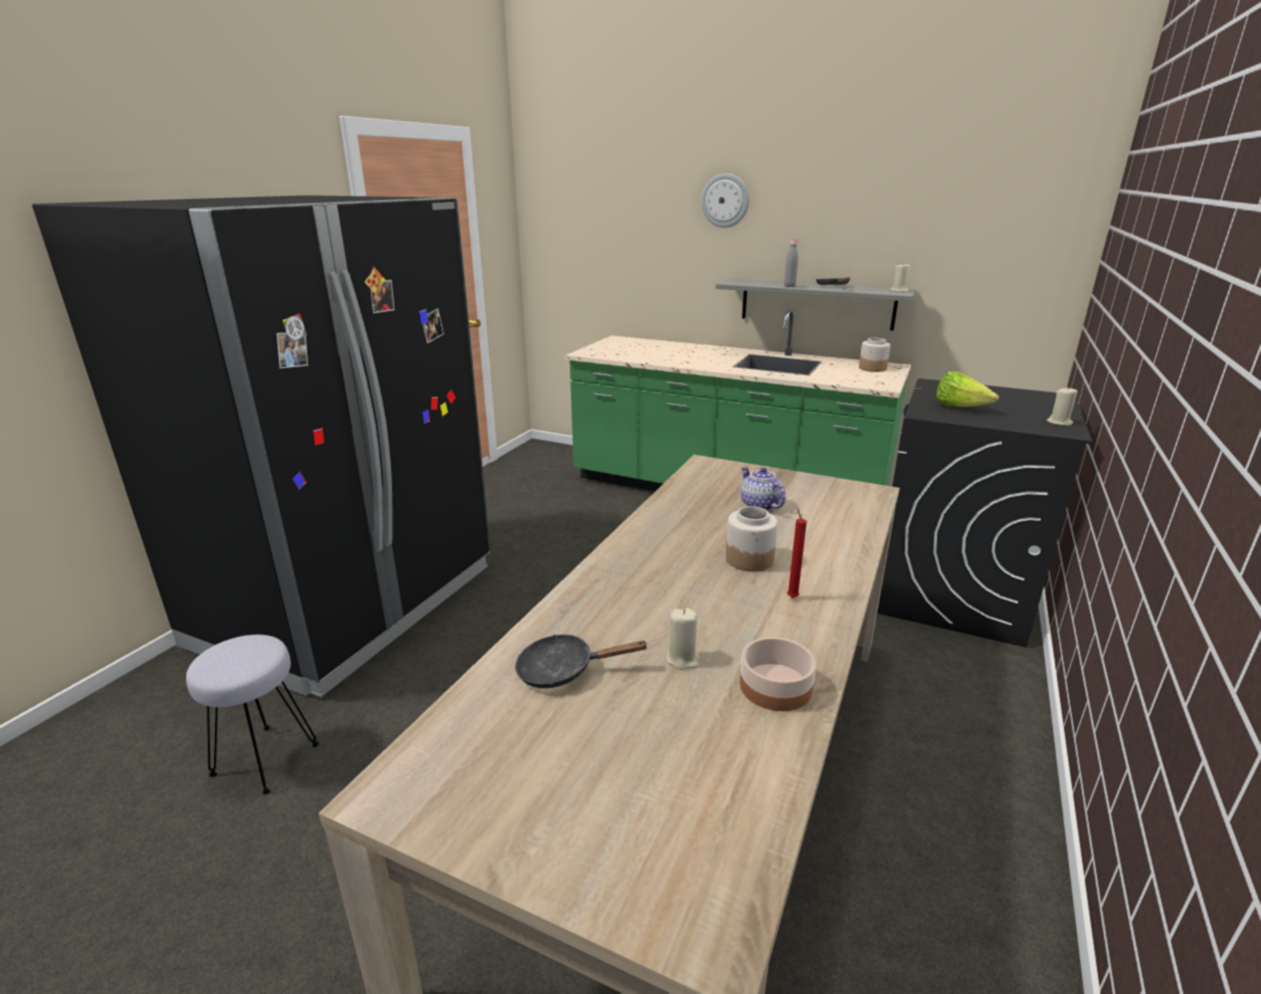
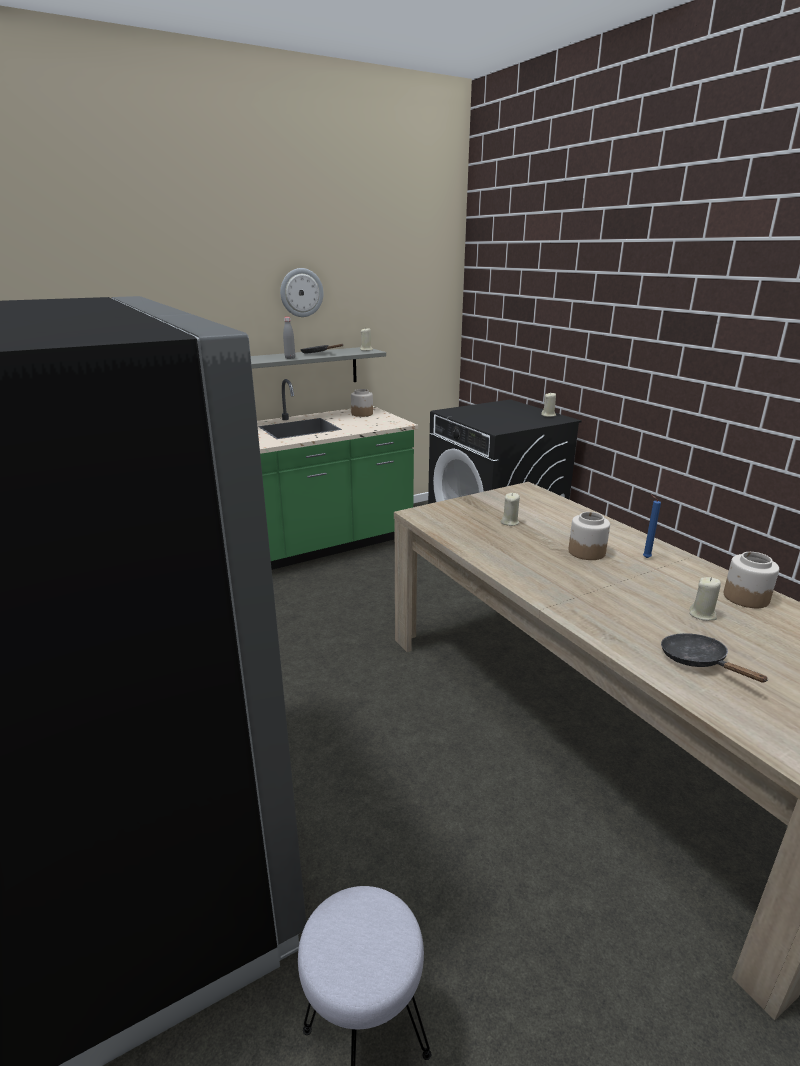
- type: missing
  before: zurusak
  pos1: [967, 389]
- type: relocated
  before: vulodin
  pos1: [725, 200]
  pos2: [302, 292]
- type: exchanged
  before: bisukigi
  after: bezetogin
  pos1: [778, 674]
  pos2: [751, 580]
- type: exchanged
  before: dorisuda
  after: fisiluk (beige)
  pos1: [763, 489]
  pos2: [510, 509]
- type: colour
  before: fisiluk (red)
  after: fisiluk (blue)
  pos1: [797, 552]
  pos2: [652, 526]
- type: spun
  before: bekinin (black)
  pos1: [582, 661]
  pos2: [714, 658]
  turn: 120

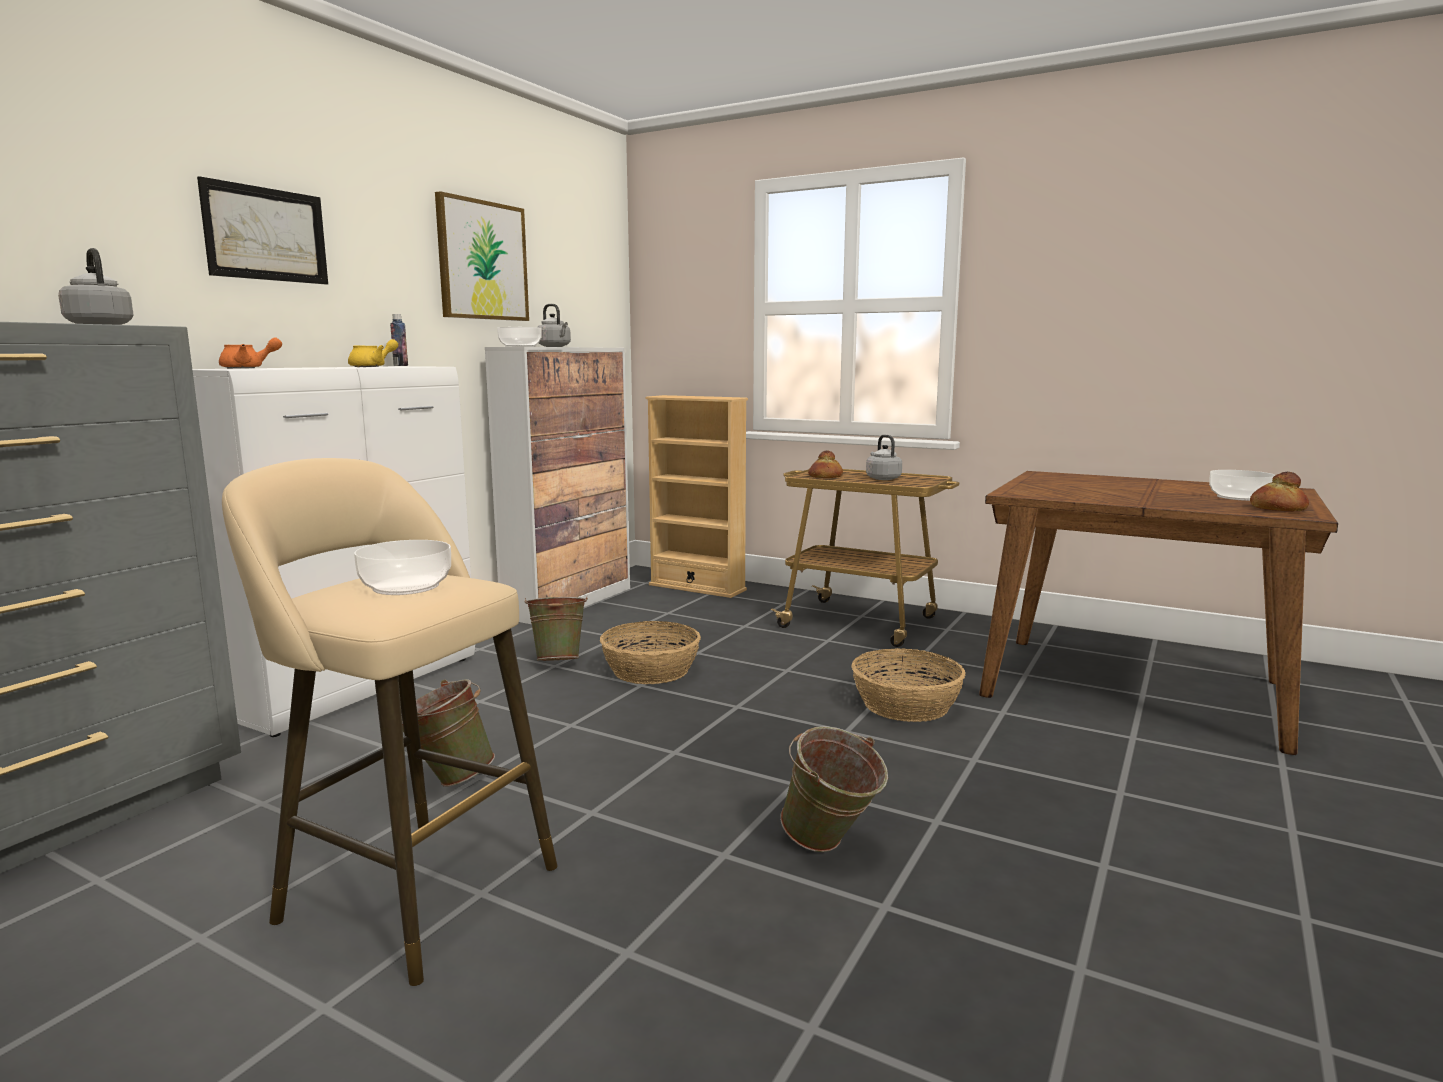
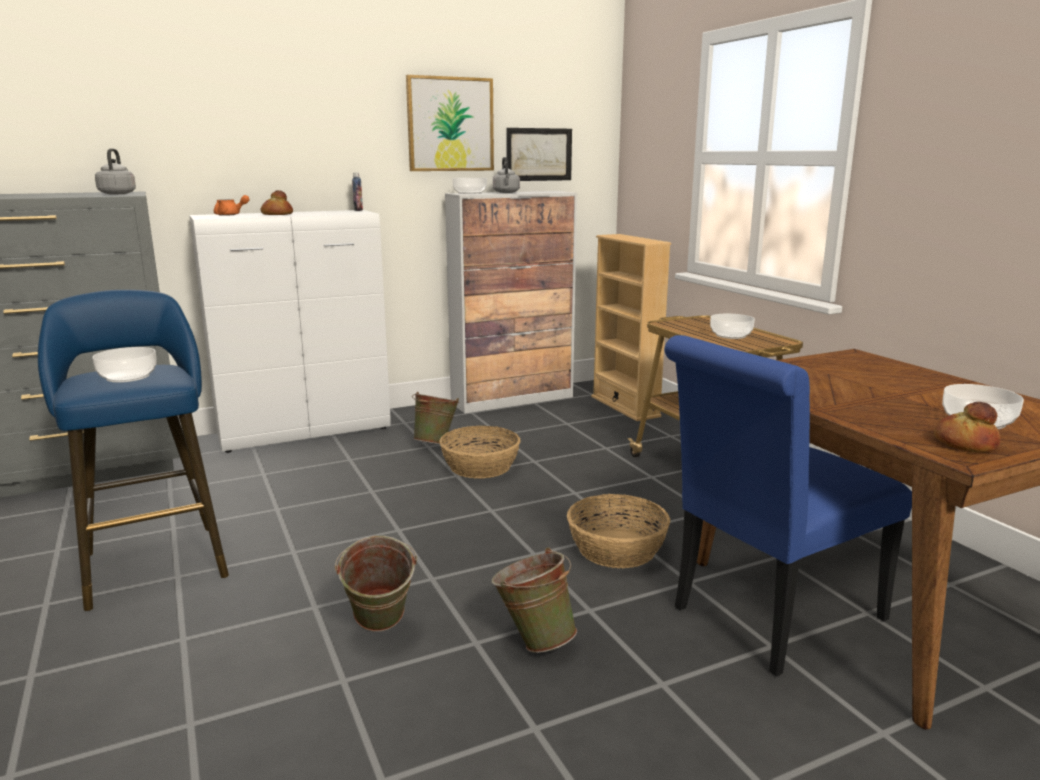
- type: missing
  before: dorisuda (yellow)
  pos1: [373, 353]
- type: appeared
  after: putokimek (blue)
  pos2: [788, 506]
- type: relocated
  before: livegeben
  pos1: [262, 230]
  pos2: [539, 154]
- type: relocated
  before: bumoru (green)
  pos1: [448, 733]
  pos2: [534, 600]
- type: relocated
  before: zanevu
  pos1: [825, 464]
  pos2: [277, 202]
- type: exchanged
  before: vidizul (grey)
  after: bisukigi
  pos1: [884, 457]
  pos2: [732, 326]
- type: colour
  before: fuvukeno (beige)
  after: fuvukeno (blue)
  pos1: [389, 722]
  pos2: [133, 450]

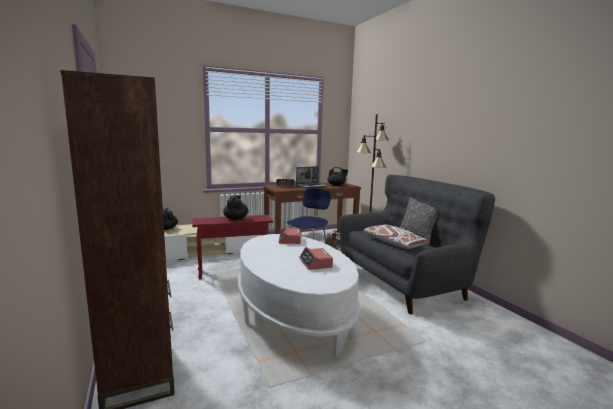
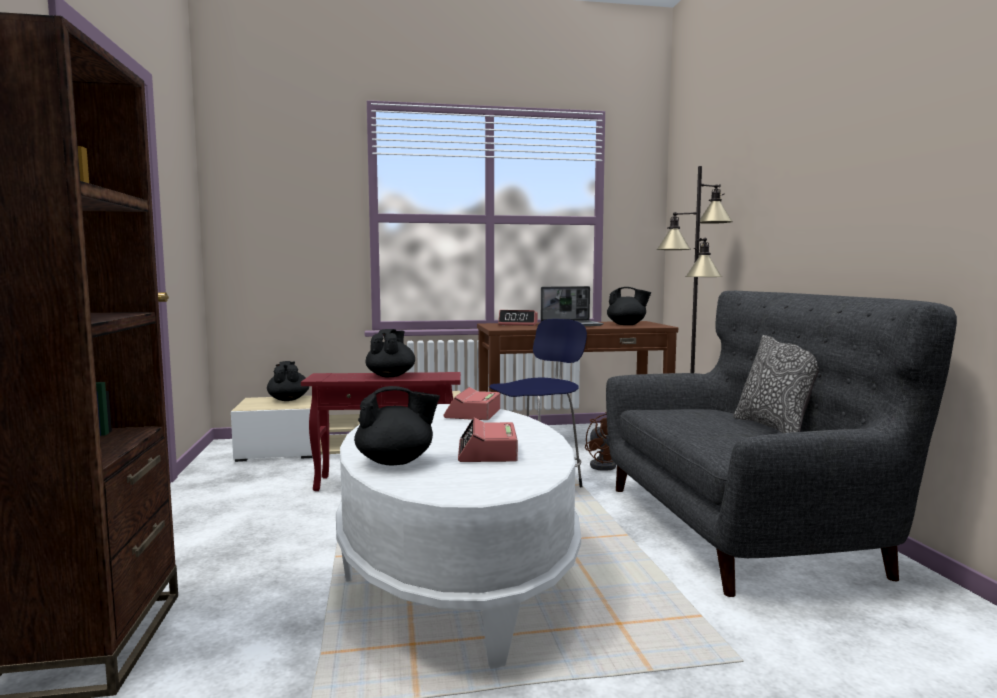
- type: missing
  before: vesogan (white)
  pos1: [396, 237]
- type: appeared
  after: dorisuda (black)
  pos2: [397, 426]

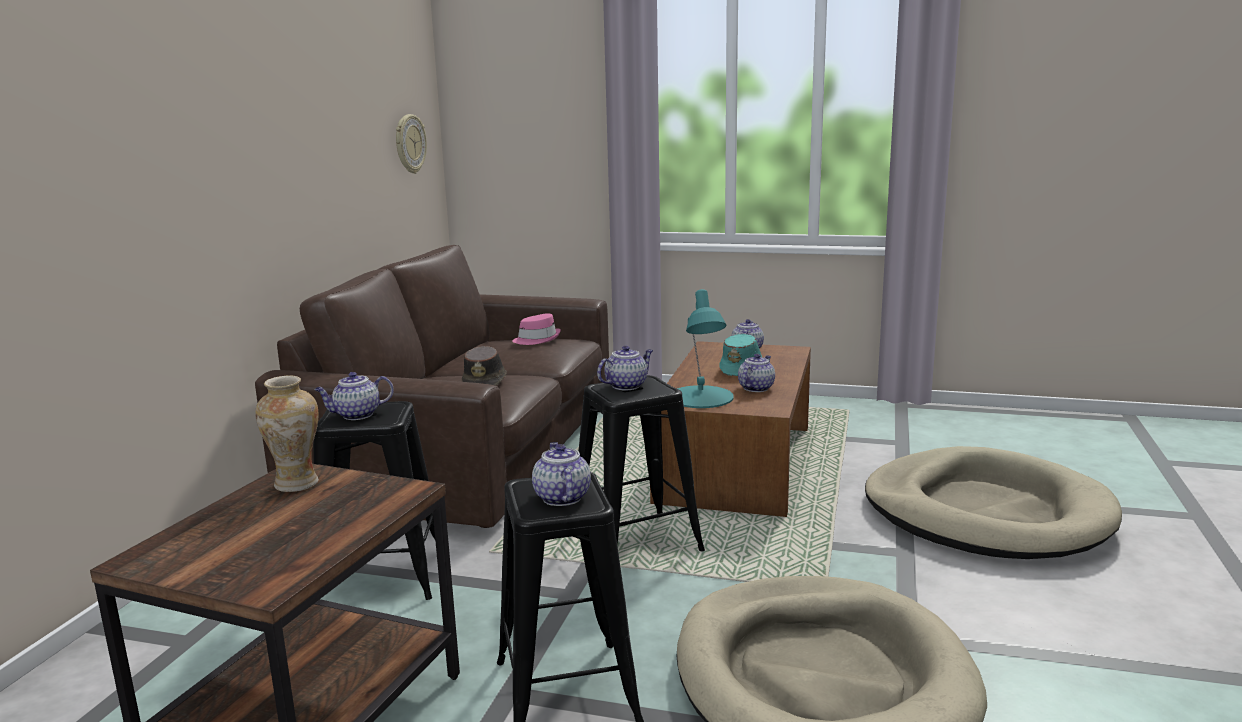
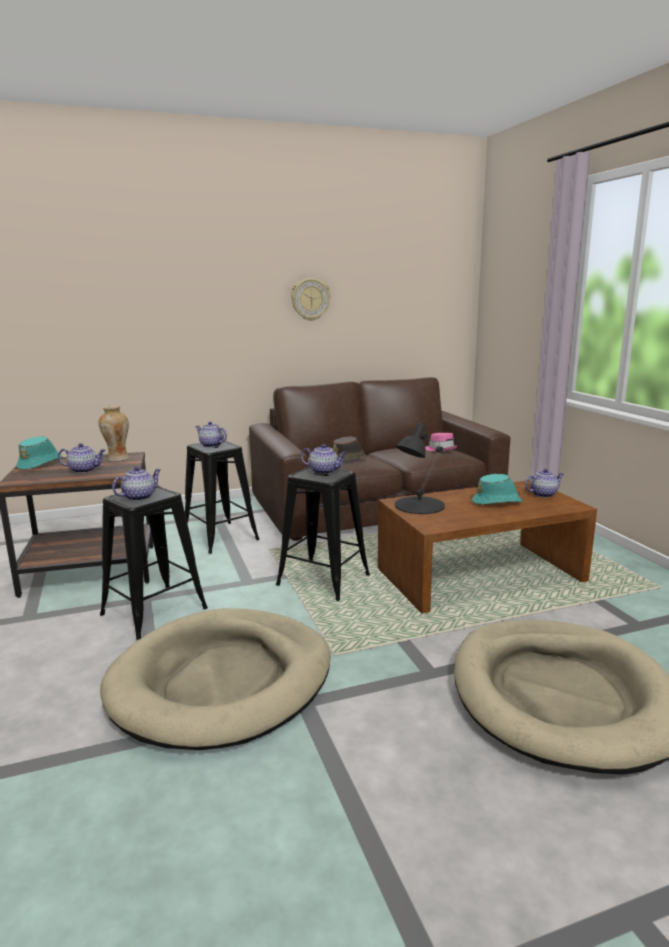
- type: appeared
  after: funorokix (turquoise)
  pos2: [40, 453]
- type: relocated
  before: vulodin
  pos1: [411, 144]
  pos2: [310, 299]
- type: relocated
  before: dorisuda
  pos1: [756, 373]
  pos2: [81, 458]
- type: colour
  before: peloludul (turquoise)
  after: peloludul (black)
  pos1: [705, 348]
  pos2: [420, 468]

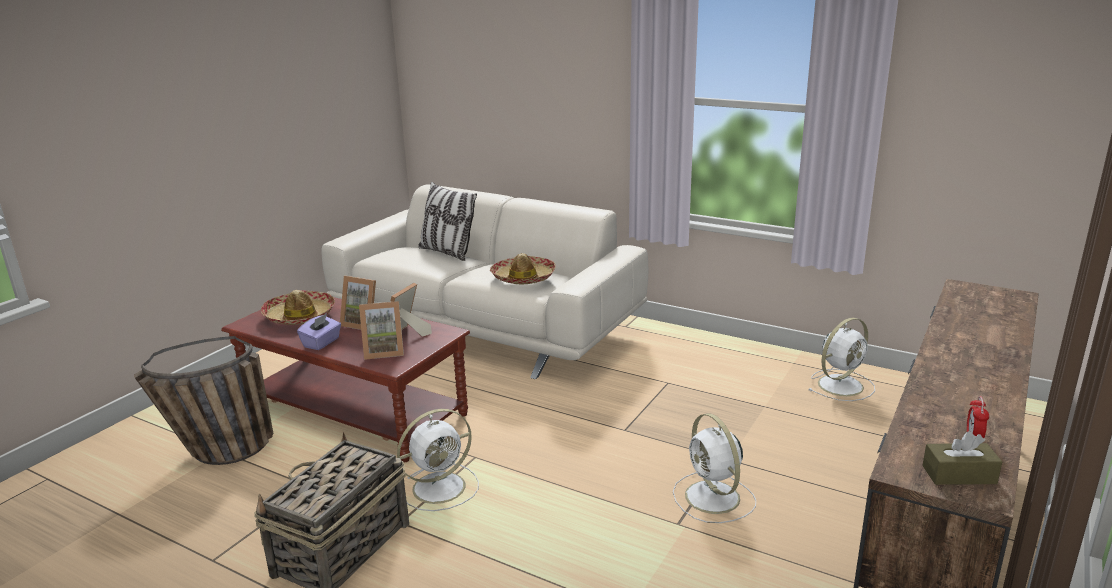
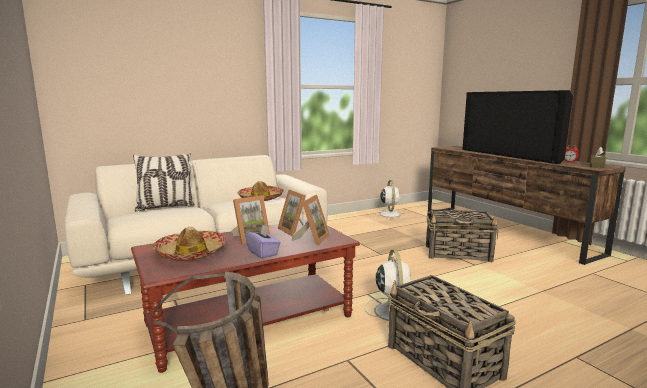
- type: appeared
  after: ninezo
  pos2: [517, 127]
- type: exchanged
  before: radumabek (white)
  after: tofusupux
  pos1: [714, 468]
  pos2: [462, 235]

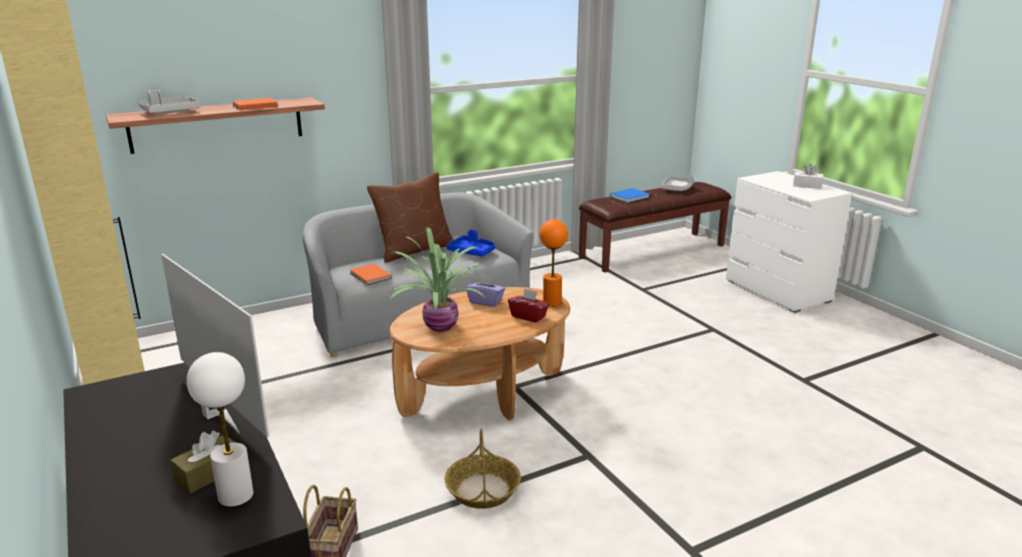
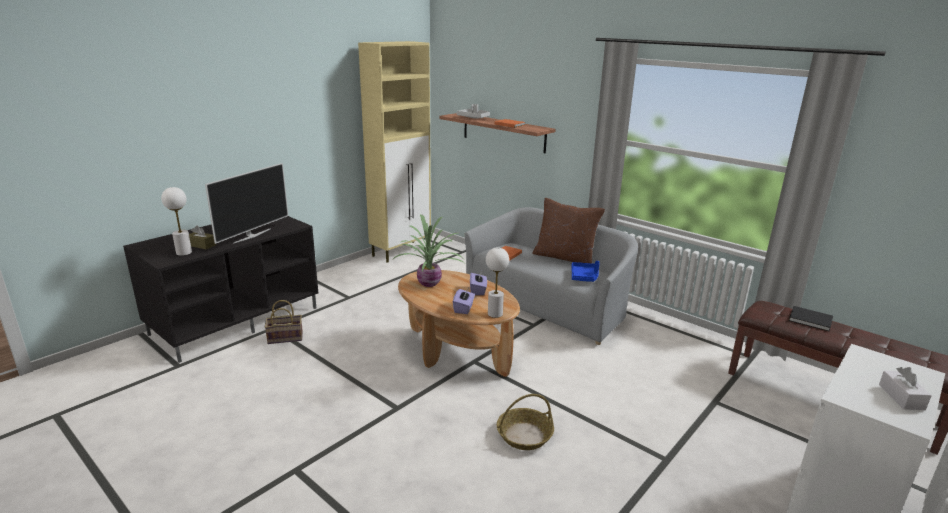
- type: missing
  before: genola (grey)
  pos1: [678, 182]
- type: relocated
  before: tofusupux
  pos1: [483, 469]
  pos2: [525, 422]
- type: colour
  before: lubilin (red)
  after: lubilin (purple)
  pos1: [528, 305]
  pos2: [464, 301]
- type: colour
  before: peloludul (orange)
  after: peloludul (white)
  pos1: [553, 263]
  pos2: [497, 282]
- type: colour
  before: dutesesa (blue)
  after: dutesesa (black)
  pos1: [630, 195]
  pos2: [811, 318]

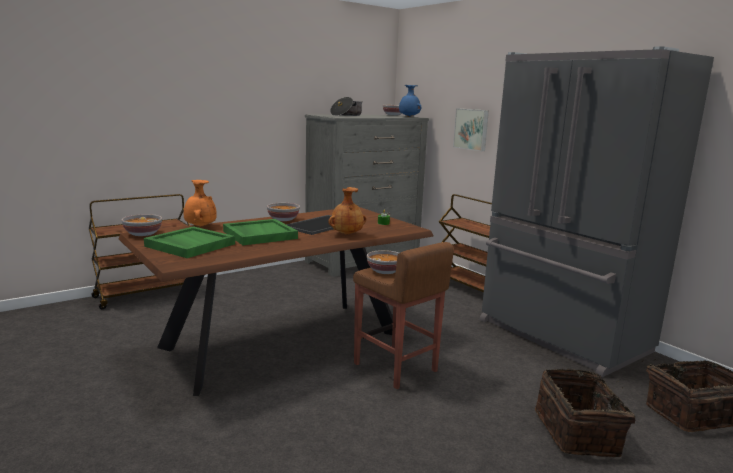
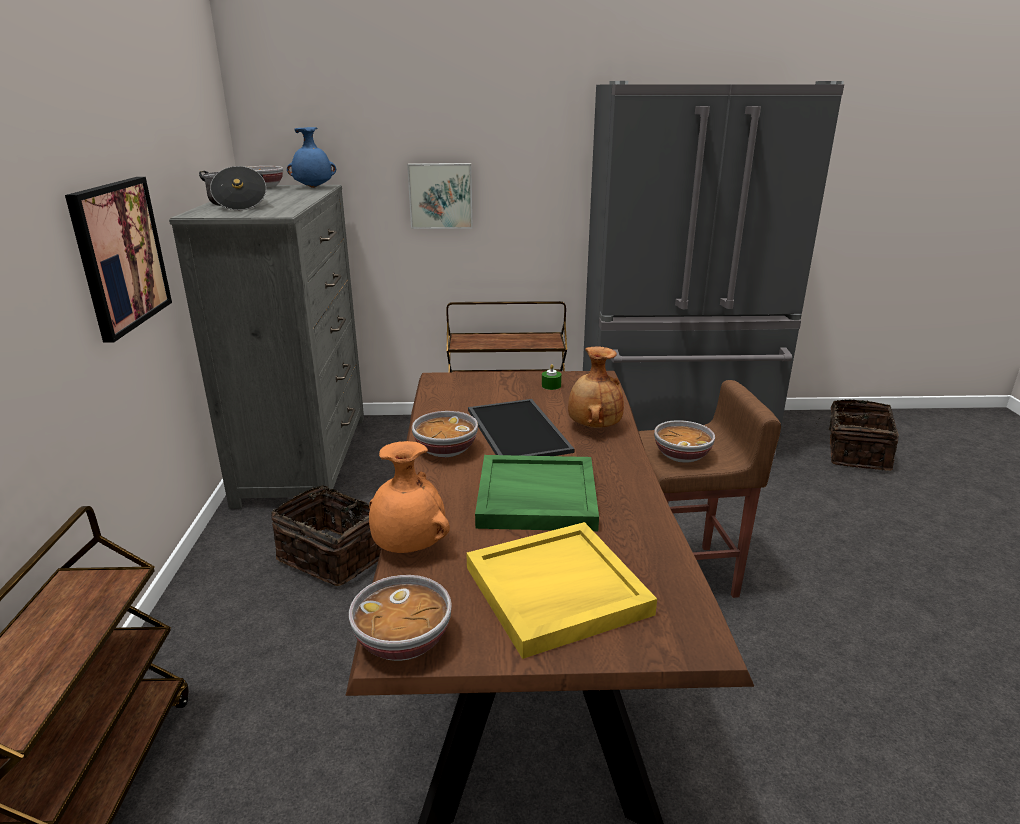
- type: appeared
  after: livegeben
  pos2: [118, 260]
- type: relocated
  before: tofusupux
  pos1: [585, 412]
  pos2: [326, 534]
- type: colour
  before: genola (green)
  after: genola (yellow)
  pos1: [189, 242]
  pos2: [561, 590]

